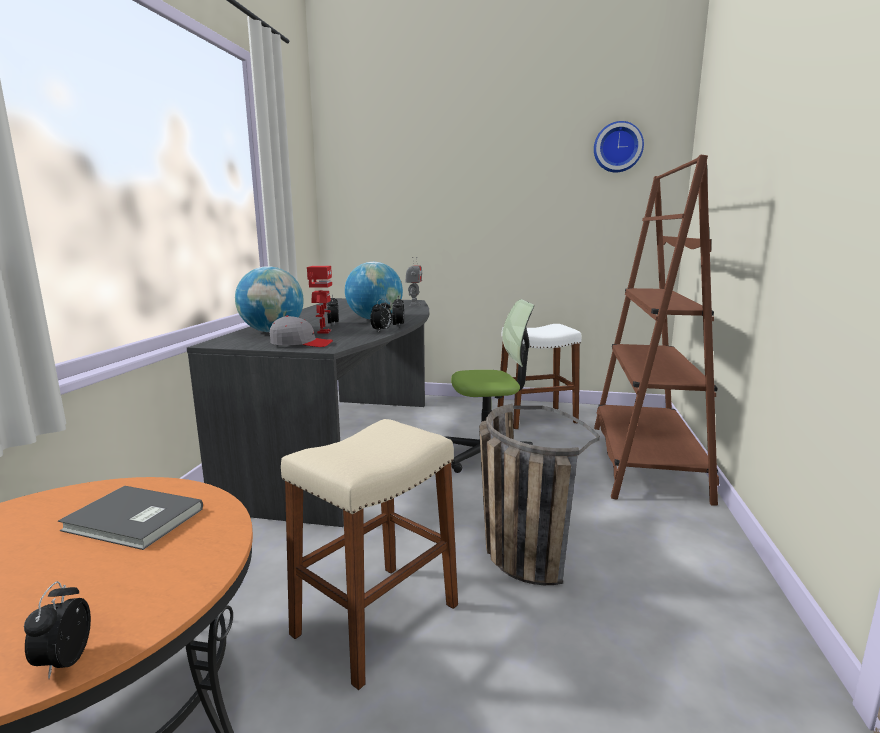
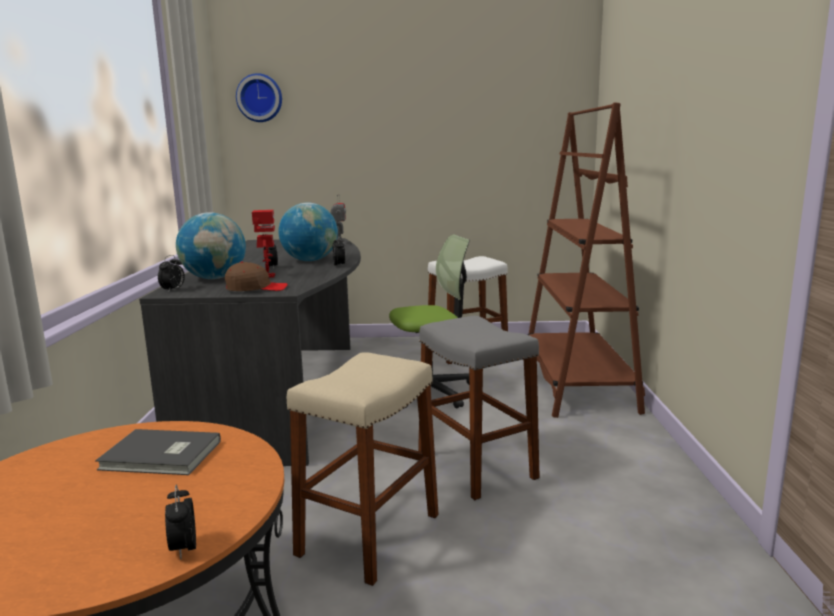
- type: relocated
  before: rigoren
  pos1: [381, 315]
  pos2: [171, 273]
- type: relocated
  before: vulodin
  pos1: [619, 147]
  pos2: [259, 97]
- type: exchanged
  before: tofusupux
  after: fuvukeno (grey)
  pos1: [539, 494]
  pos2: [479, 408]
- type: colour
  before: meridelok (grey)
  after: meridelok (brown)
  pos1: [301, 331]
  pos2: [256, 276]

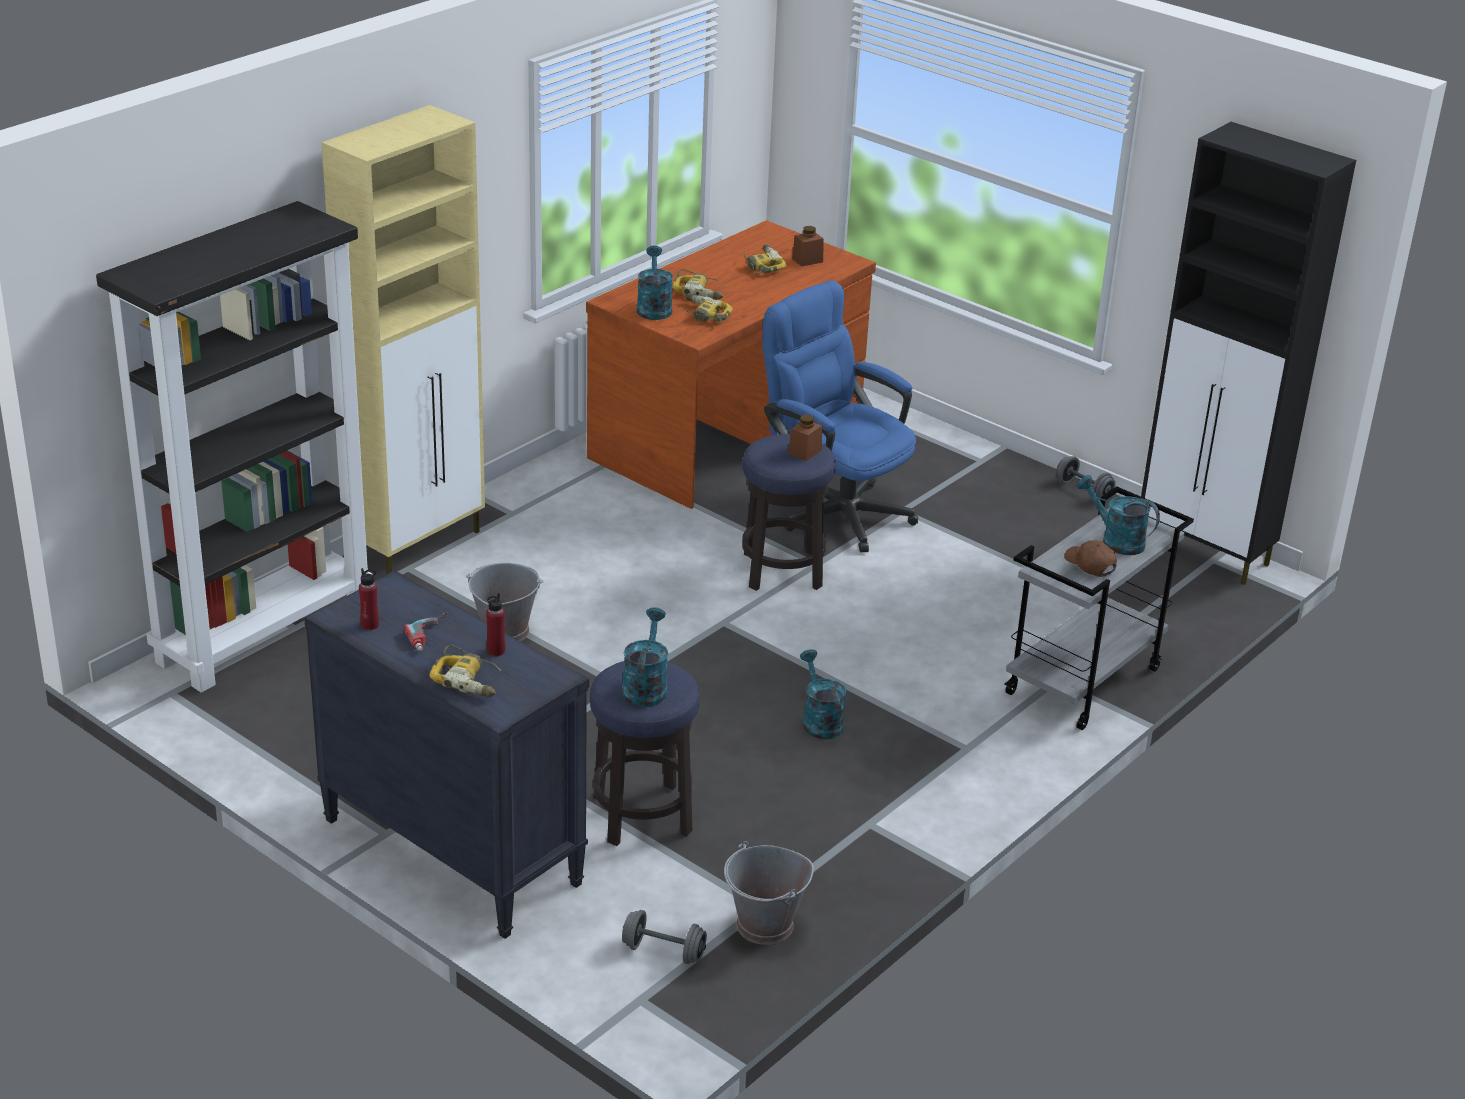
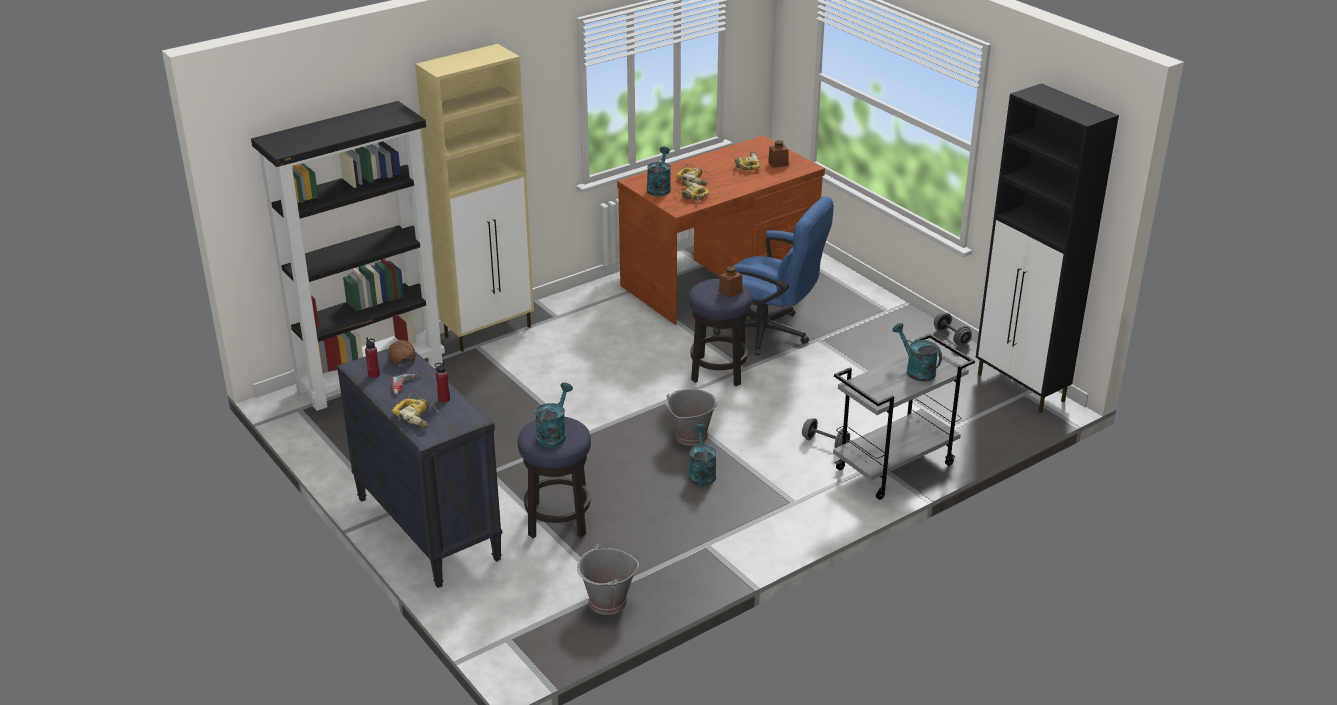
- type: relocated
  before: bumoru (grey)
  pos1: [504, 602]
  pos2: [692, 417]
- type: relocated
  before: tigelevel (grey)
  pos1: [664, 937]
  pos2: [826, 433]
- type: relocated
  before: meridelok (brown)
  pos1: [1090, 558]
  pos2: [401, 353]
- type: spun
  before: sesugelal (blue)
  pos1: [840, 416]
  pos2: [773, 275]
  turn: 150

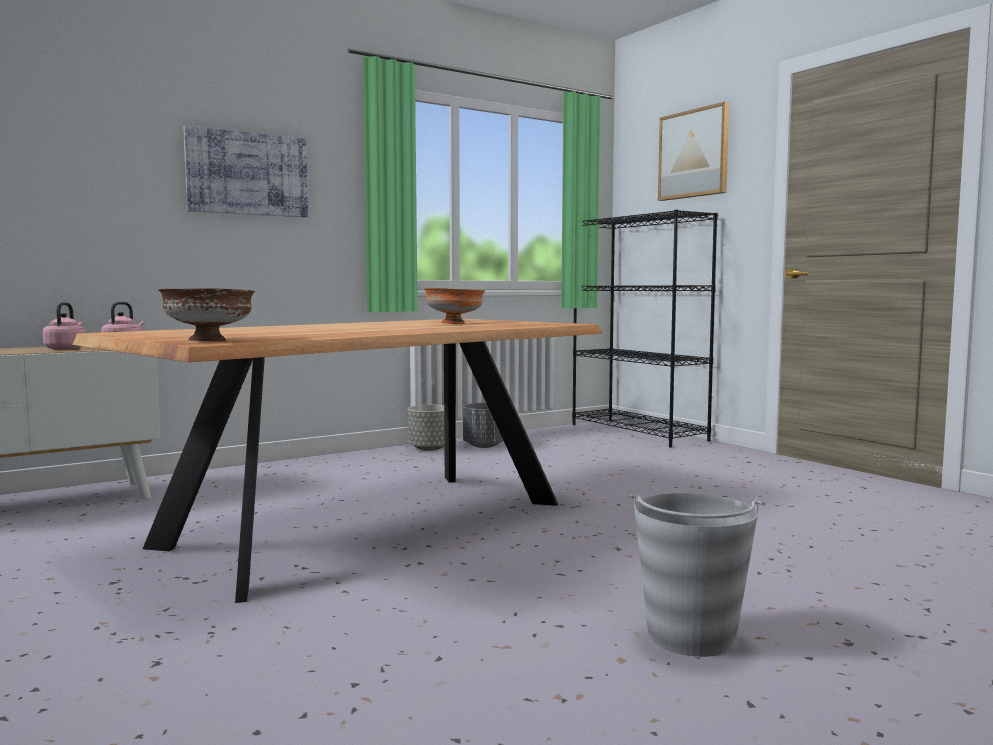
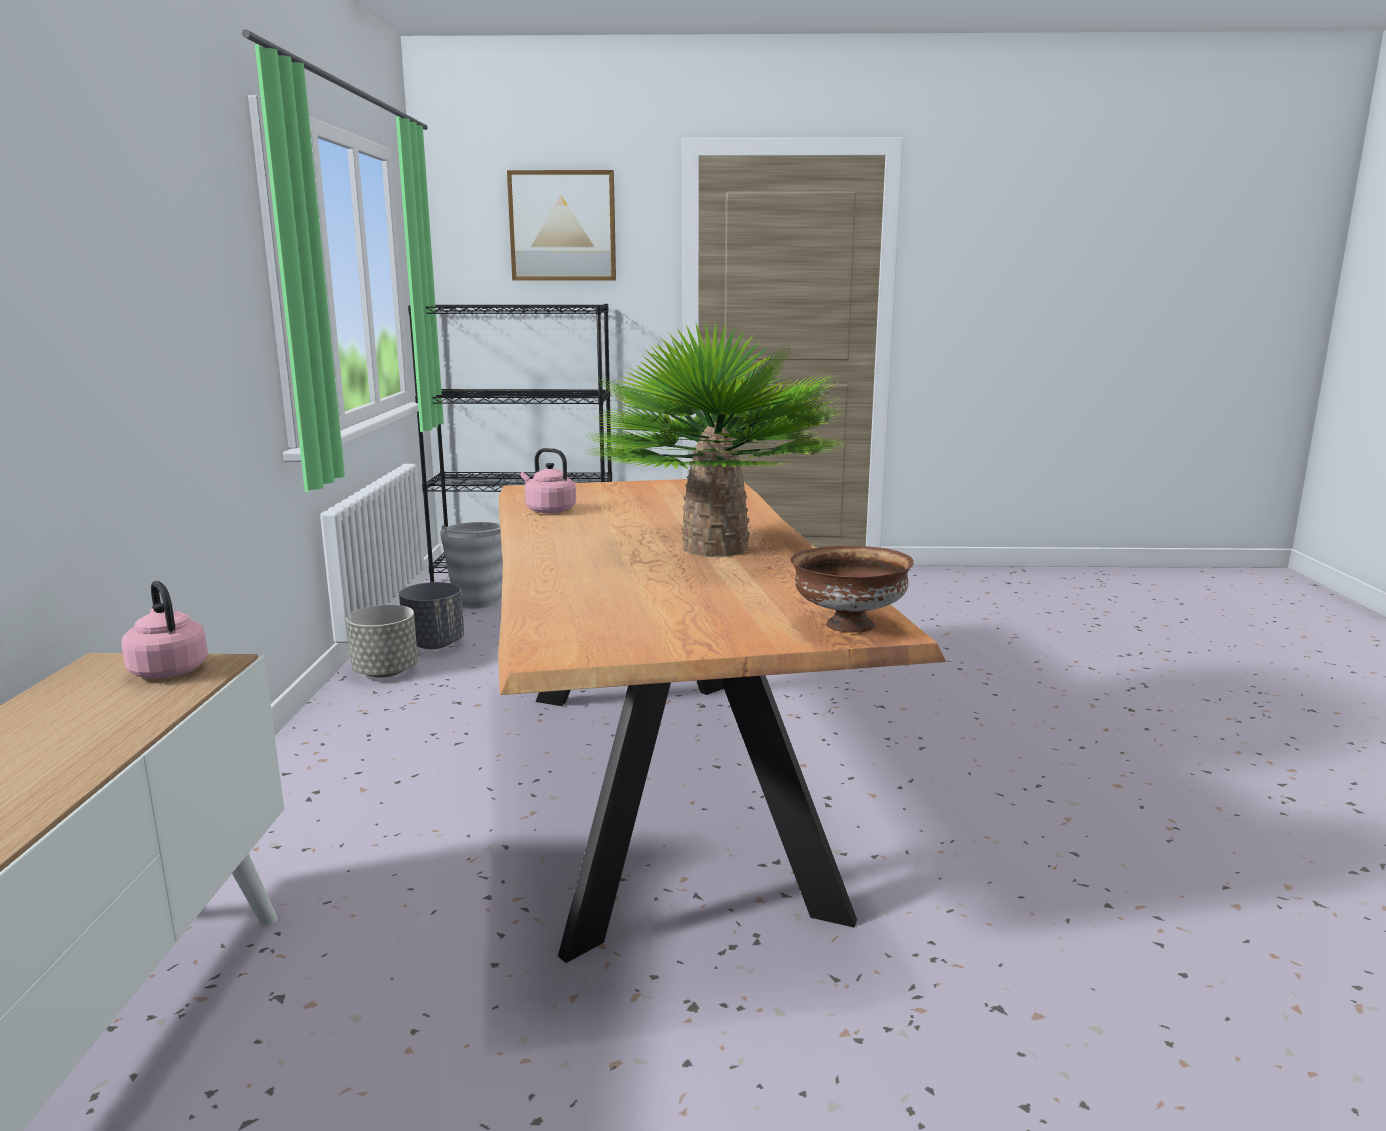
- type: missing
  before: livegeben
  pos1: [245, 171]
- type: missing
  before: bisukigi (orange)
  pos1: [454, 306]
- type: appeared
  after: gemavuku
  pos2: [714, 439]
- type: relocated
  before: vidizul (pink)
  pos1: [64, 326]
  pos2: [548, 481]
- type: relocated
  before: bumoru (grey)
  pos1: [696, 572]
  pos2: [471, 564]

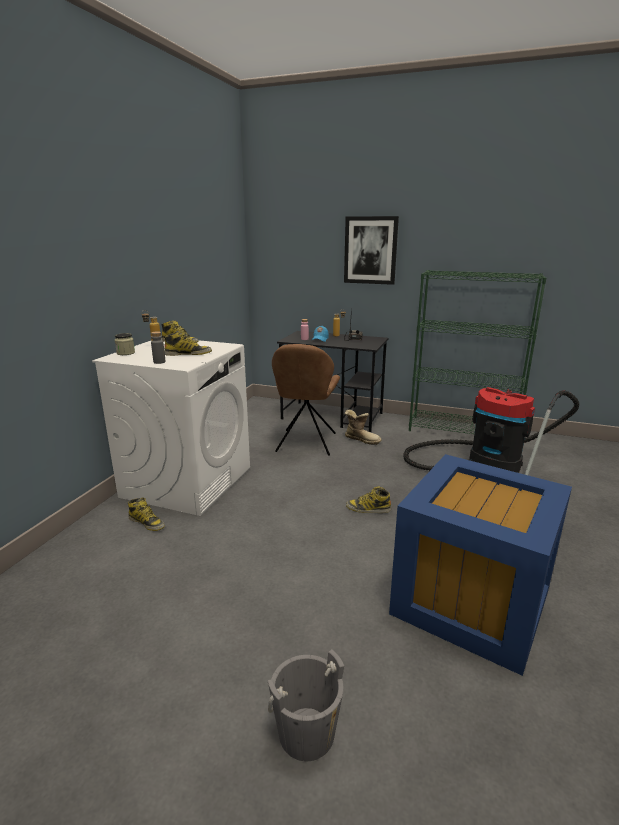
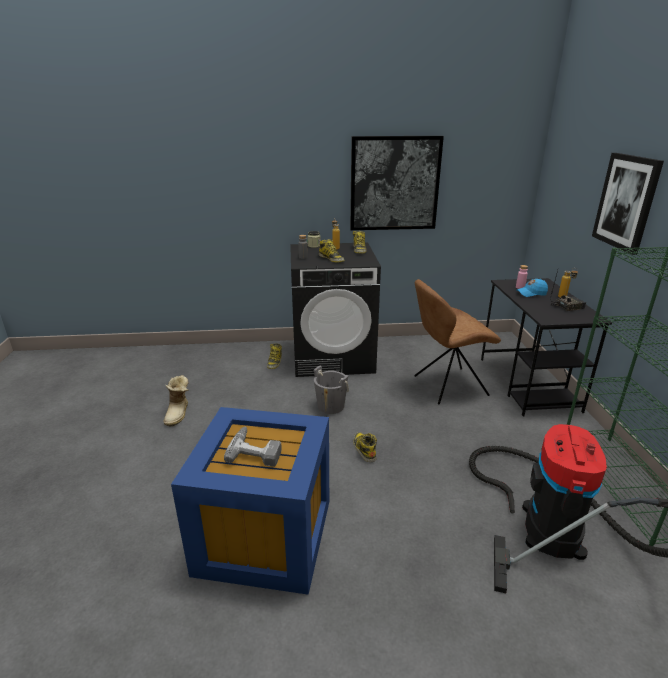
- type: appeared
  after: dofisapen
  pos2: [253, 447]
- type: appeared
  after: livegeben
  pos2: [397, 183]
- type: relocated
  before: bumoru (grey)
  pos1: [306, 705]
  pos2: [331, 390]
- type: relocated
  before: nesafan
  pos1: [363, 427]
  pos2: [176, 400]
- type: colour
  before: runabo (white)
  after: runabo (black)
  pos1: [171, 427]
  pos2: [335, 310]

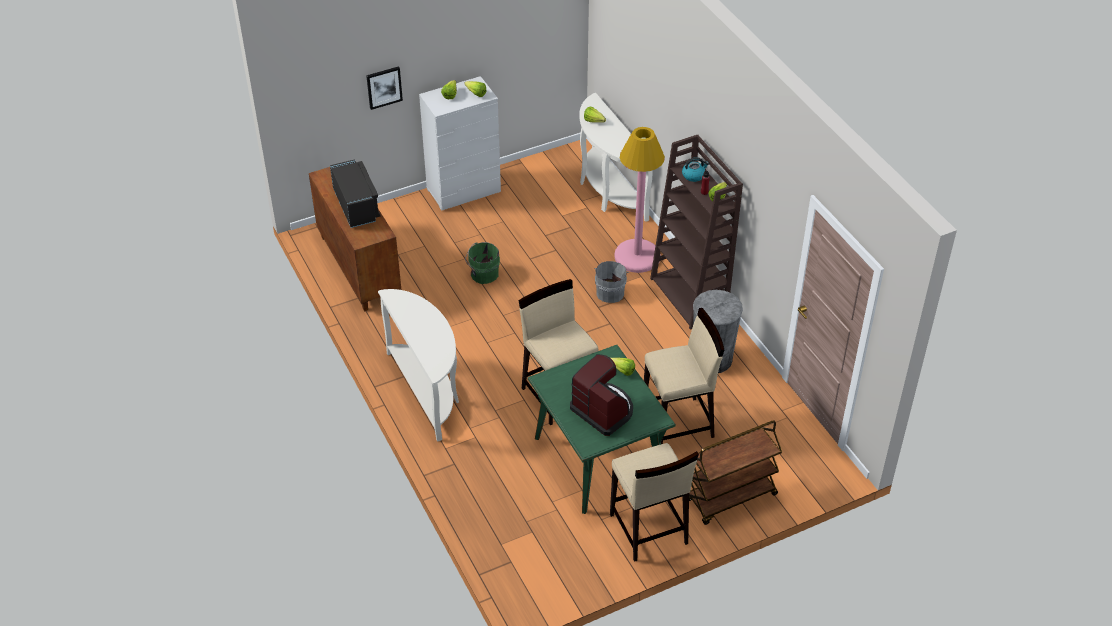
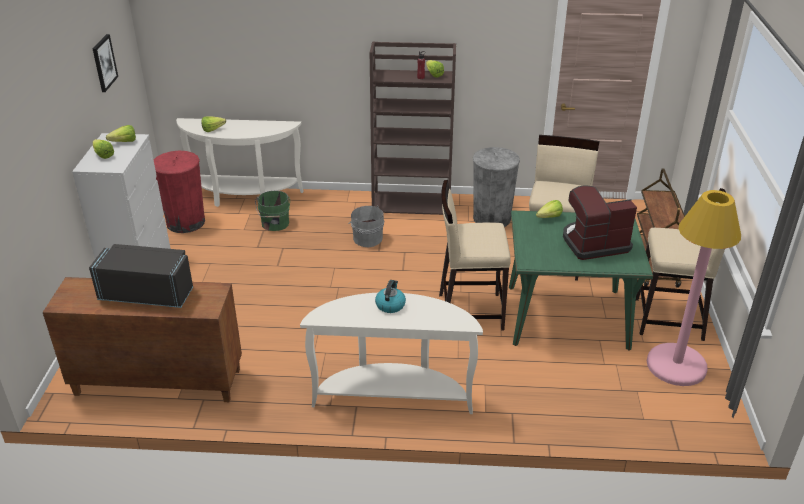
- type: appeared
  after: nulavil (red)
  pos2: [179, 192]
- type: relocated
  before: livegeben
  pos1: [384, 88]
  pos2: [105, 63]
- type: relocated
  before: bumoru (green)
  pos1: [482, 263]
  pos2: [272, 211]
- type: relocated
  before: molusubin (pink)
  pos1: [639, 200]
  pos2: [694, 288]
- type: relocated
  before: vidizul
  pos1: [695, 169]
  pos2: [390, 296]

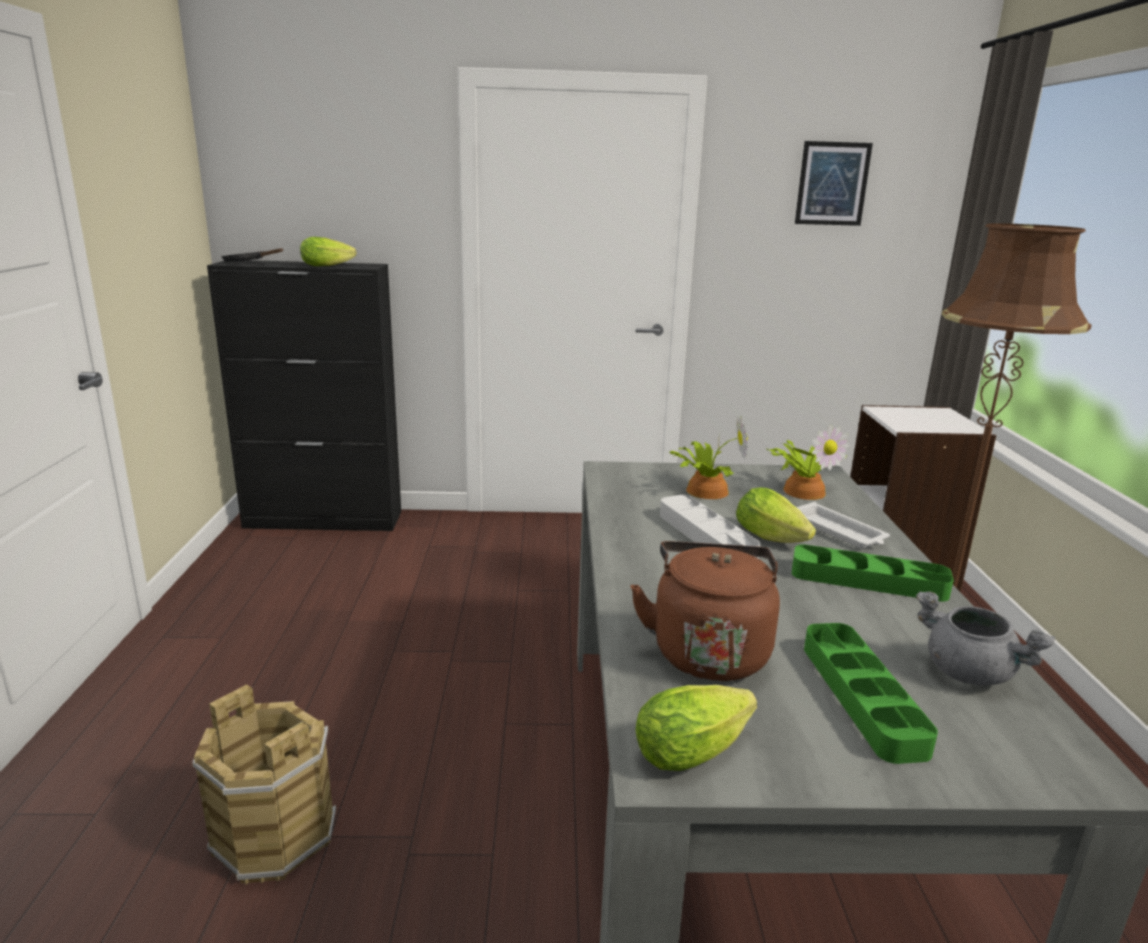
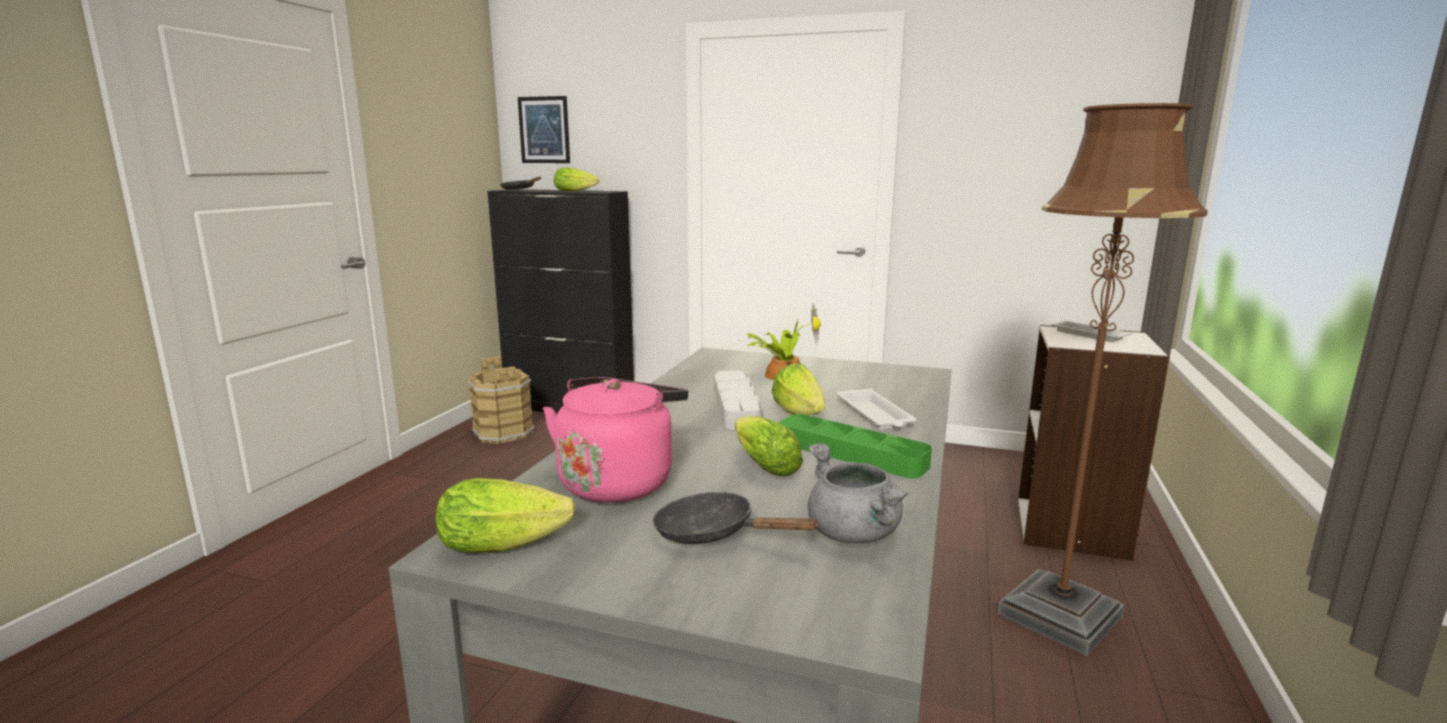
- type: missing
  before: gemavuku
  pos1: [808, 462]
- type: appeared
  after: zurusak
  pos2: [768, 446]
- type: appeared
  after: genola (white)
  pos2: [1091, 331]
- type: relocated
  before: bumoru (brown)
  pos1: [264, 784]
  pos2: [501, 400]
- type: relocated
  before: livegeben
  pos1: [834, 183]
  pos2: [544, 129]
- type: exchanged
  before: genola (green)
  after: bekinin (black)
  pos1: [871, 693]
  pos2: [736, 518]
- type: colour
  before: vidizul (brown)
  after: vidizul (pink)
  pos1: [705, 611]
  pos2: [615, 440]

